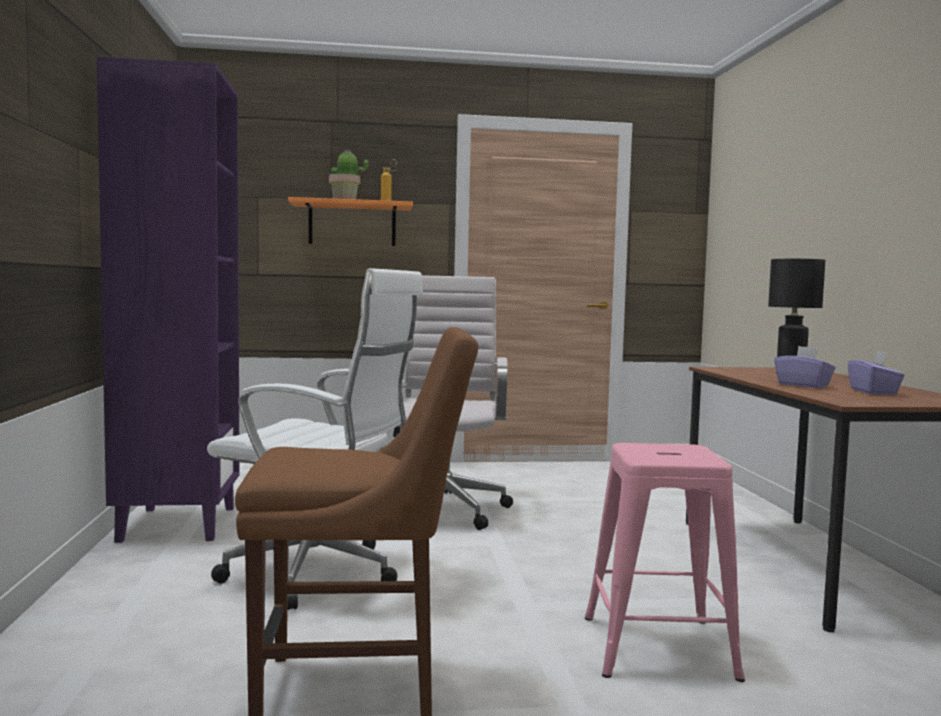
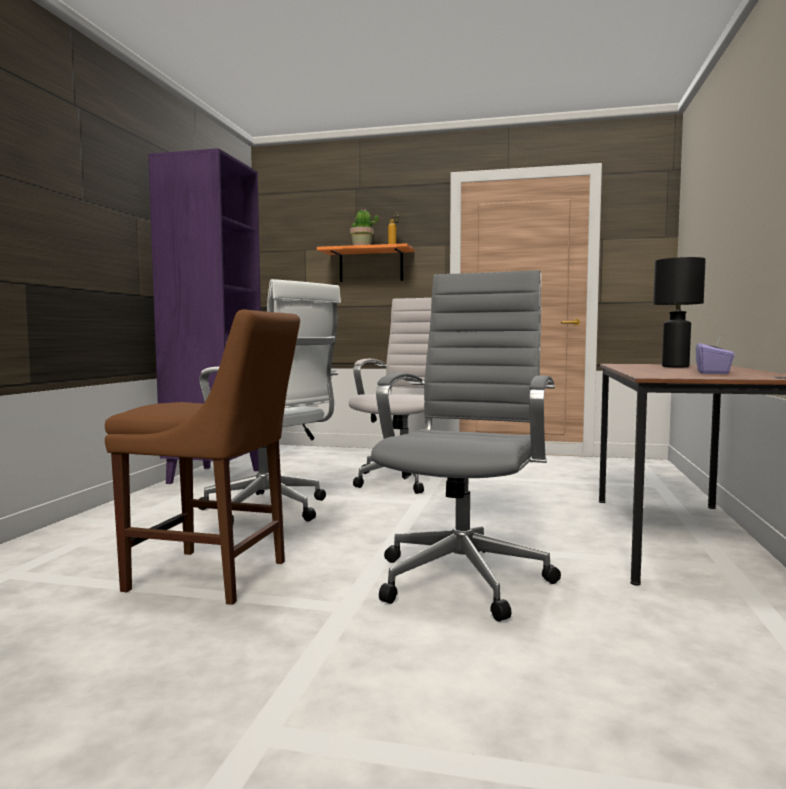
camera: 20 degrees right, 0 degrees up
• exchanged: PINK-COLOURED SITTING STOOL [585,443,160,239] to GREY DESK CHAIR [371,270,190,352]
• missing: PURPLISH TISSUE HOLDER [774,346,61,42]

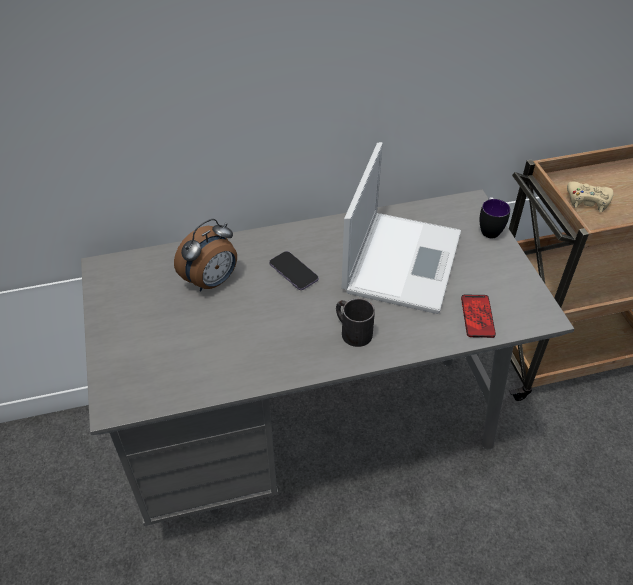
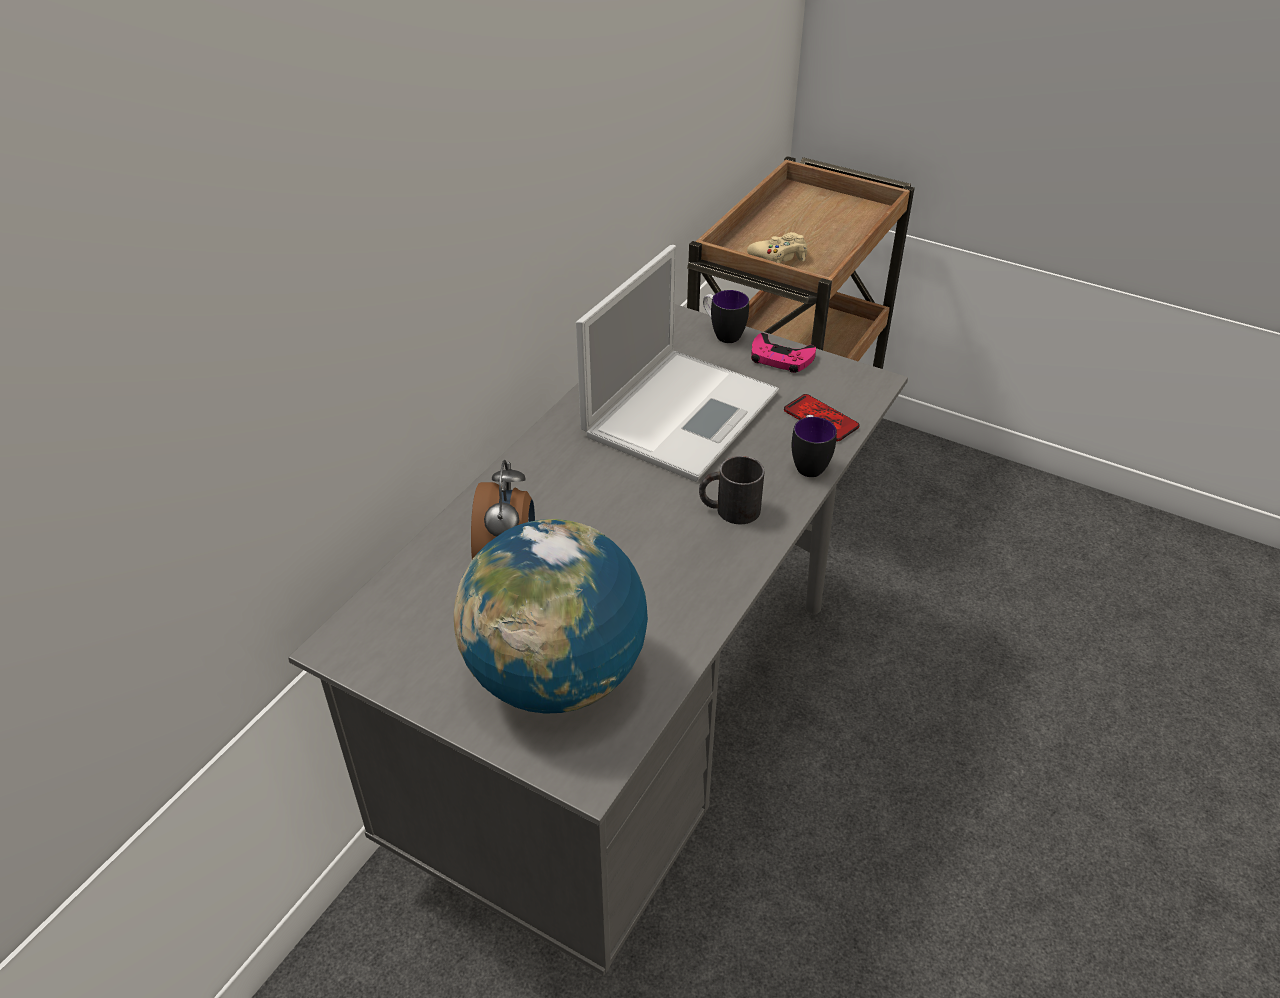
camera: 45 degrees left, 5 degrees down
• appeared: DESK GLOBE [454,519,194,195]
• spun: NOTEBOOK COMPUTER [342,142,119,172] = [576,245,203,237] 60 degrees clockwise
• appeared: PINK-COLOURED GAMEPAD [751,333,65,40]
• appeared: COFFEE MUG [792,415,45,62]
• missing: TELEPHONE [269,251,49,39]

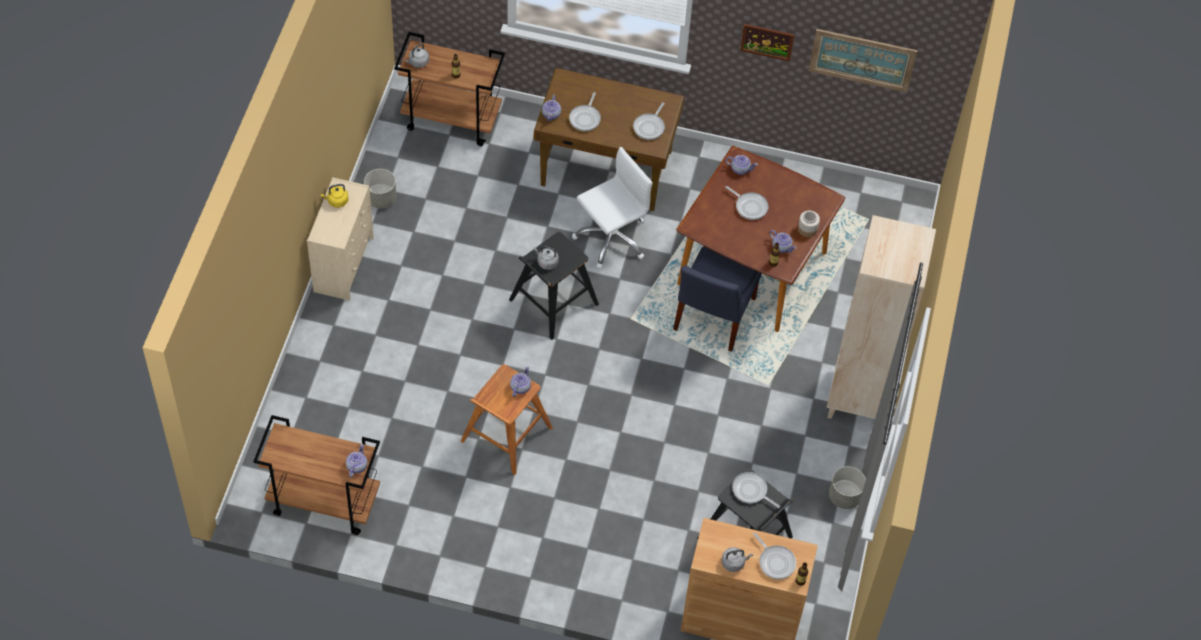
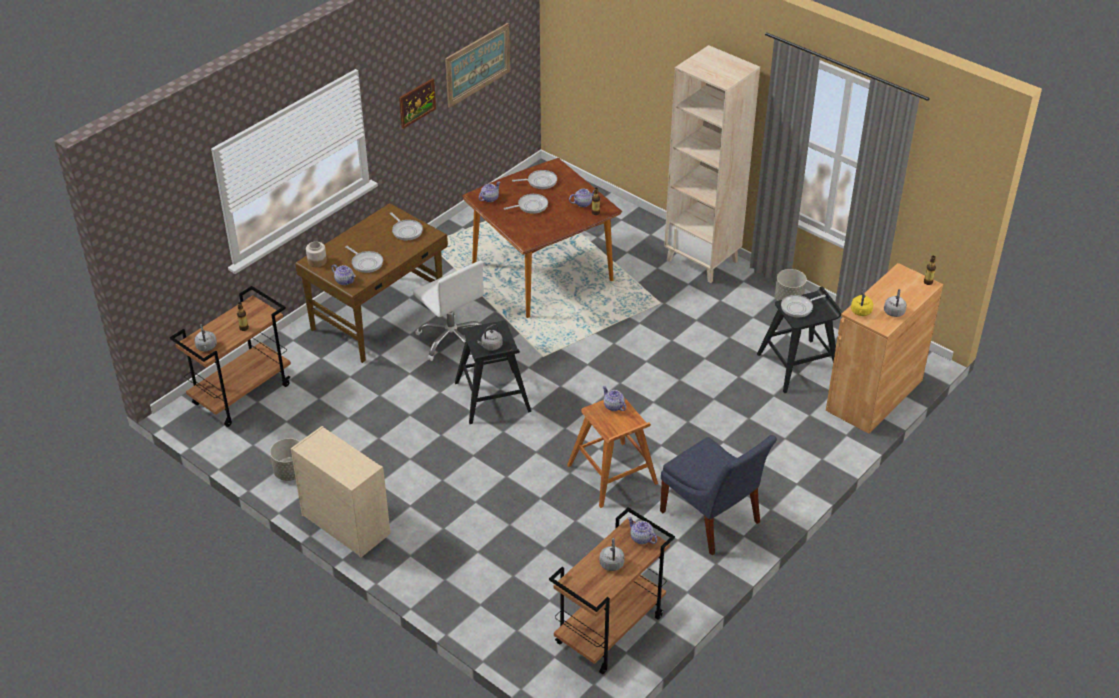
camera: 60 degrees left, 15 degrees down
• relocated: STORAGE JAR [798,210,22,27] to [306,241,21,26]
• spun: WHITE-COLOURED DESK CHAIR [572,147,81,122] = [413,261,71,100] 150 degrees clockwise
• relocated: FRYING PAN [753,533,43,46] to [512,170,45,19]
• appeared: GREY KETTLE [599,538,25,33]
• relocated: BLUISH CHAIR [673,246,89,106] to [660,435,117,120]
• relocated: YELLOW KETTLE [321,184,28,24] to [851,288,22,28]

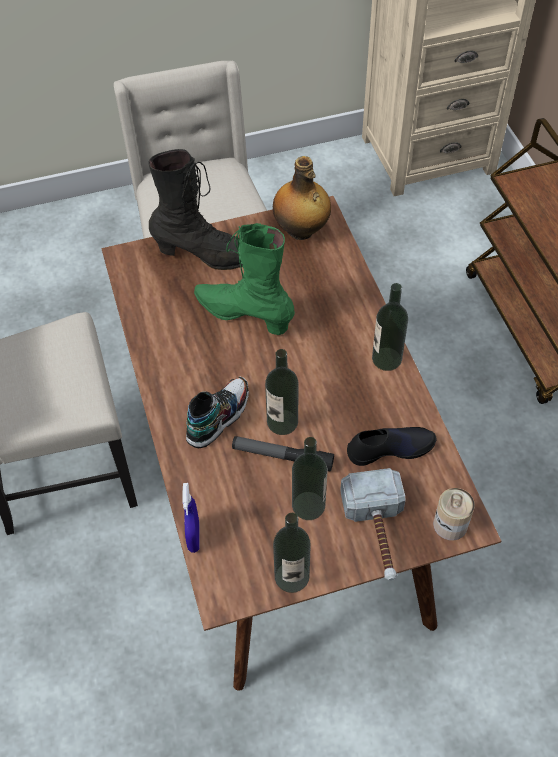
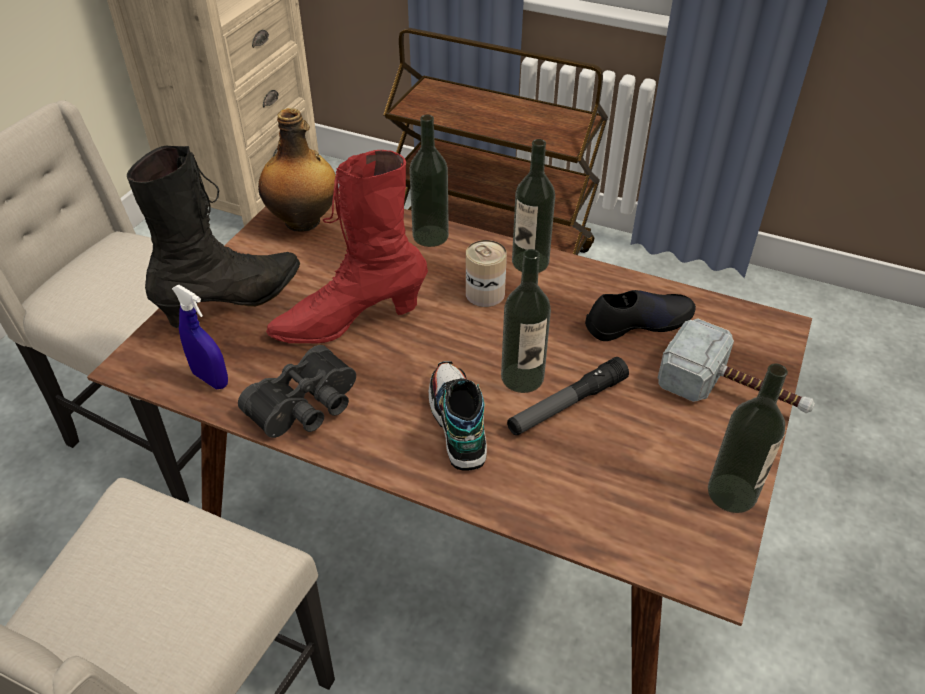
camera: 50 degrees left, 10 degrees down
• relocated: BLUISH SPRAY BOTTLE [182,483,18,70] to [172,285,56,104]
• appeared: BLACKISH PAIR OF BINOCULARS [238,345,118,93]
• colour: GREENISH BOOT [194,223,101,112] to REDDISH BOOT [266,150,162,194]
• relocated: DRINK BOTTLE [292,437,35,83] to [409,115,40,132]
• relocated: SEALED CAN [433,488,42,53] to [466,240,41,67]
• spun: BLACKISH SHOE [347,427,89,39] = [585,290,111,51] 45 degrees clockwise

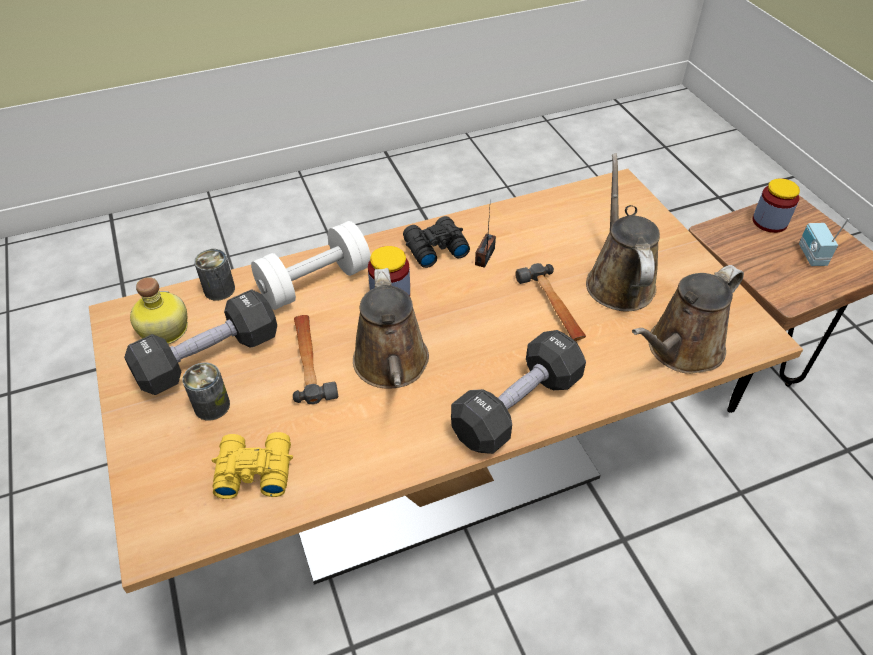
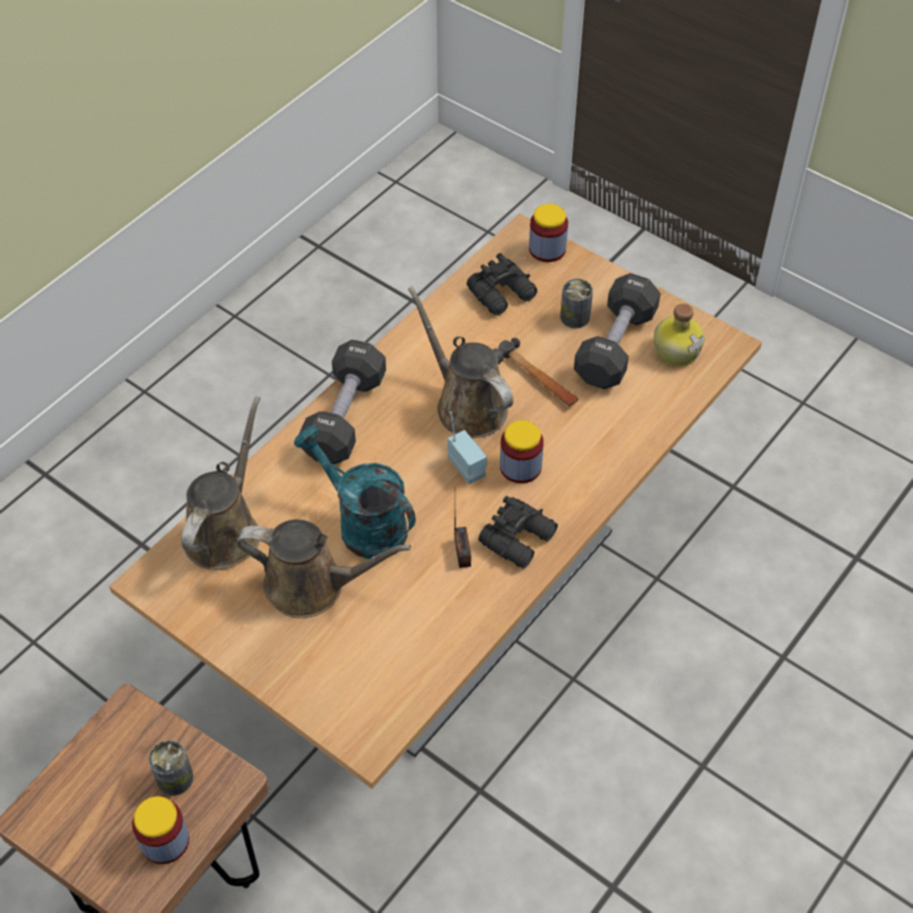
camera: 150 degrees right, 5 degrees up
• relocated: SEALED CAN [194,249,41,52] to [149,740,44,56]
• spun: BROWNISH SPRINKLING CAN [586,153,74,158] = [237,519,174,99] 45 degrees counterclockwise
• exchanged: HAMMER [515,263,71,78] to TURQUOISE-COLOURED SPRINKLING CAN [294,425,122,134]
• relocated: RADIO SET [799,218,50,48] to [448,411,39,73]
• colour: YELLOW PAIR OF BINOCULARS [212,432,81,67] to BLACKISH PAIR OF BINOCULARS [467,253,70,63]
• appeared: STORAGE JAR [529,204,39,58]
• missing: WHITE-COLOURED DUMBBELL [251,221,120,89]

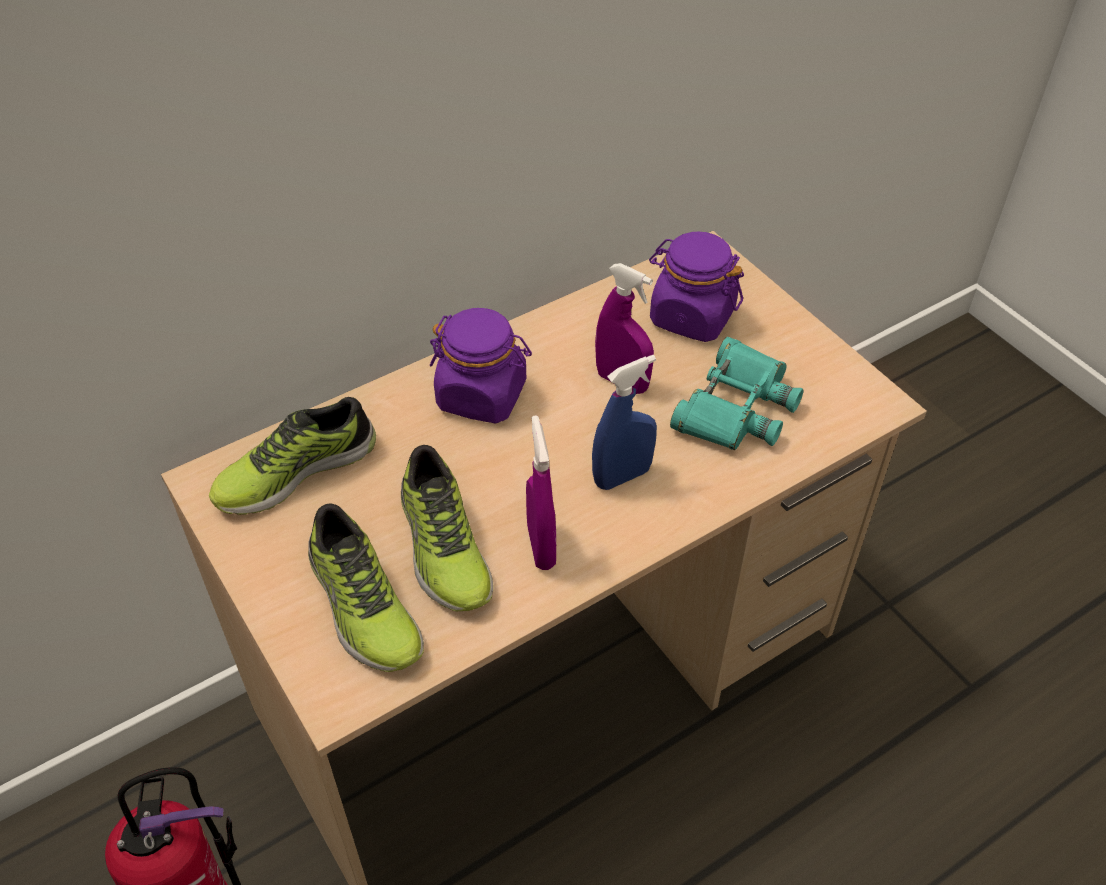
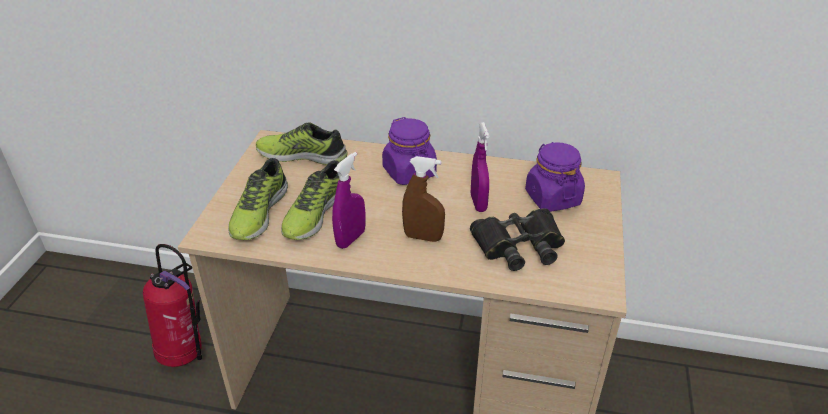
camera: 45 degrees right, 10 degrees down
• colour: BLUISH SPRAY BOTTLE [592,355,65,135] to BROWNISH SPRAY BOTTLE [402,156,43,86]
• colour: TURQUOISE-COLOURED PAIR OF BINOCULARS [670,337,133,113] to BLACKISH PAIR OF BINOCULARS [470,208,95,63]

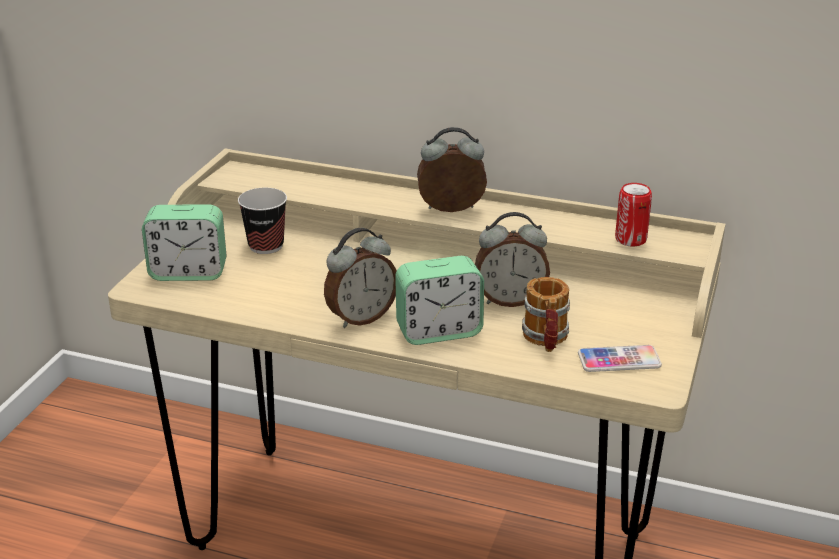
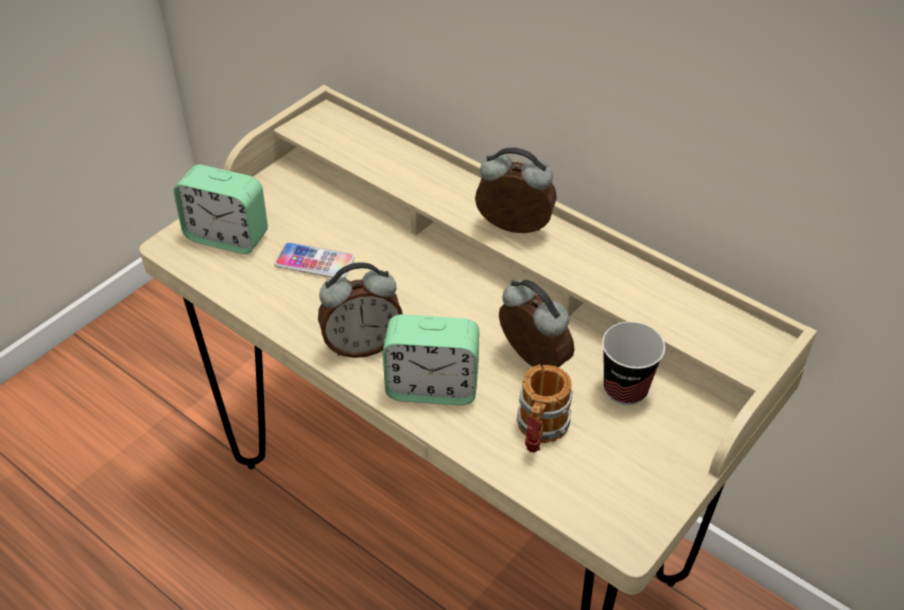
camera: 20 degrees right, 15 degrees up
• relocated: TELEPHONE [578,345,84,27] to [274,242,81,36]
• spun: BEDSIDE CLOCK [475,212,75,95] = [499,280,76,88] 150 degrees counterclockwise
• relocated: DRINKING CUP [238,188,49,66] to [602,322,63,83]
• missing: SEALED CAN [615,183,37,64]

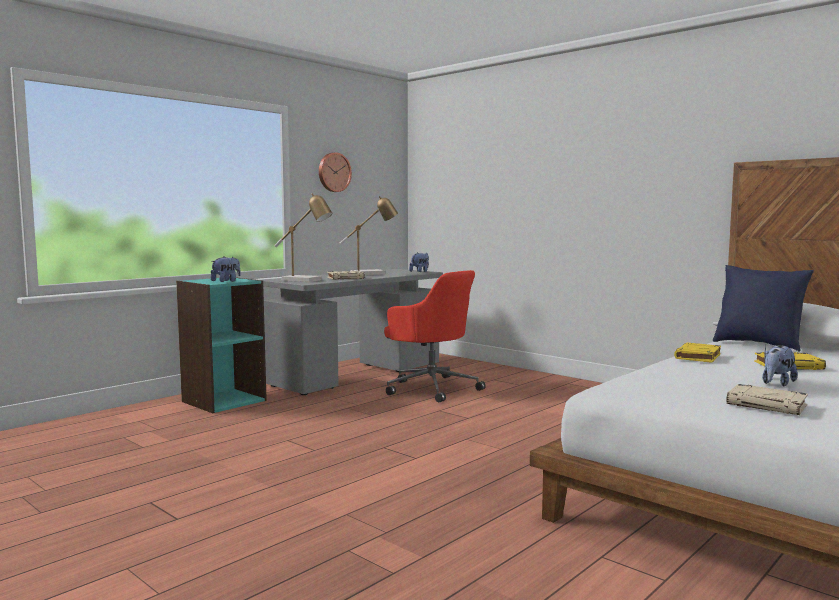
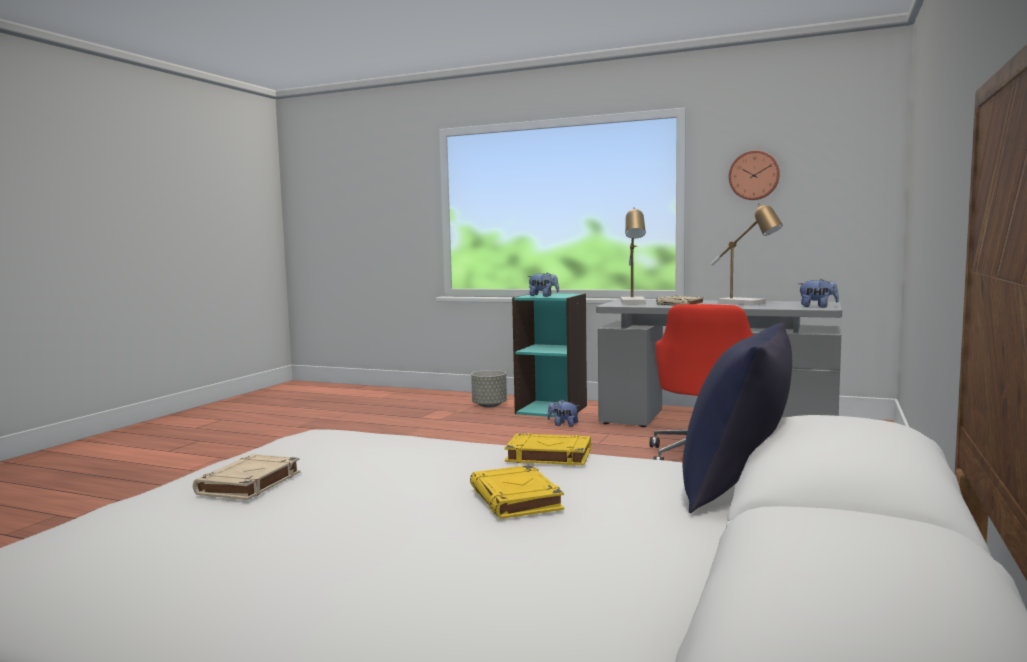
camera: 70 degrees right, 0 degrees up
• appeared: GREY FLOWER POT [471,370,36,38]
• relocated: CUDDLY TOY [762,345,36,42] to [547,399,32,28]

